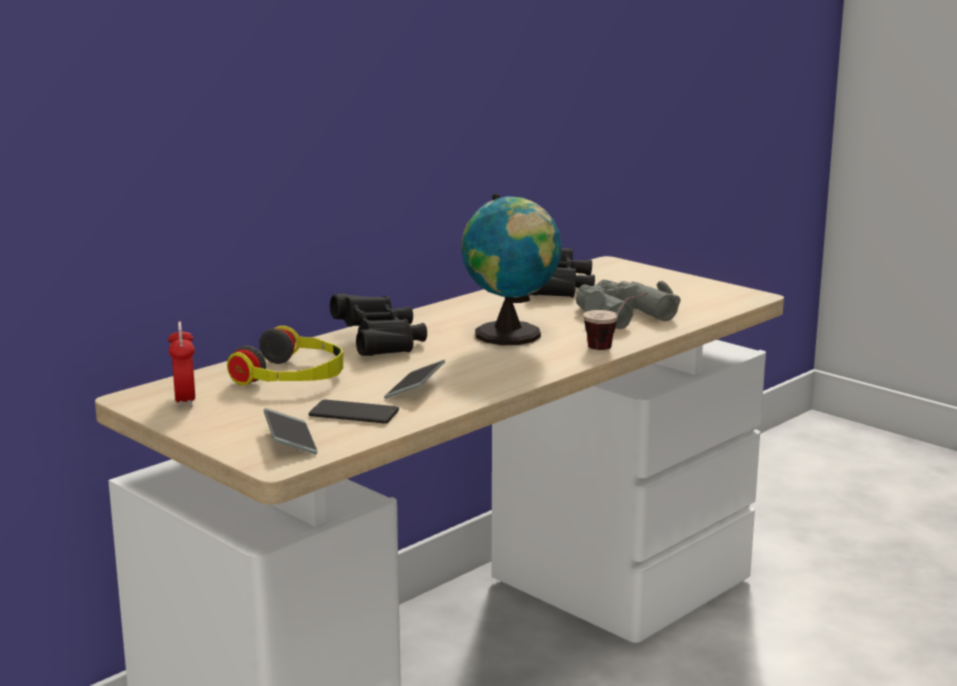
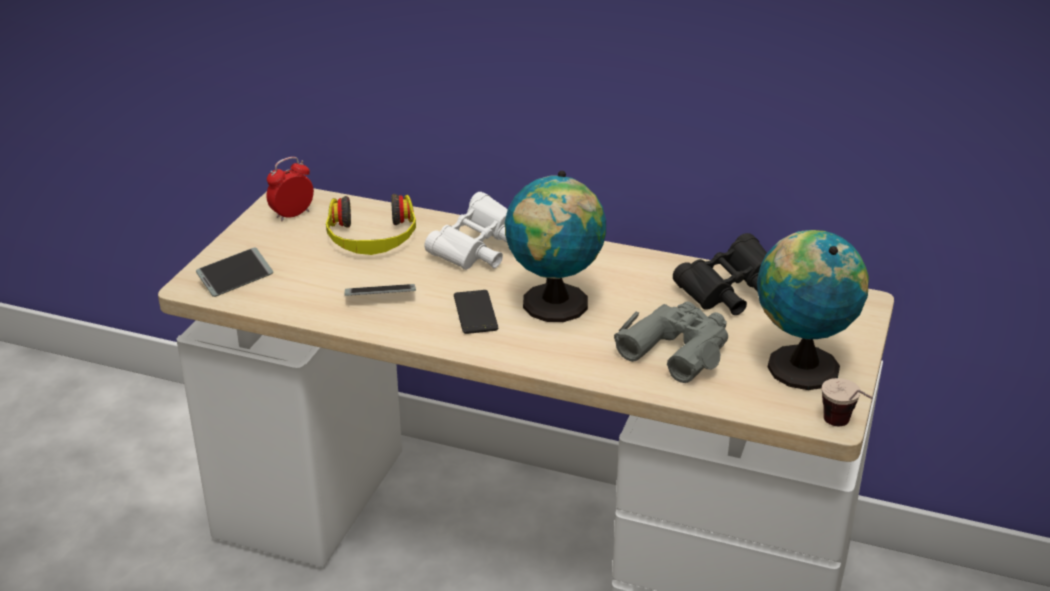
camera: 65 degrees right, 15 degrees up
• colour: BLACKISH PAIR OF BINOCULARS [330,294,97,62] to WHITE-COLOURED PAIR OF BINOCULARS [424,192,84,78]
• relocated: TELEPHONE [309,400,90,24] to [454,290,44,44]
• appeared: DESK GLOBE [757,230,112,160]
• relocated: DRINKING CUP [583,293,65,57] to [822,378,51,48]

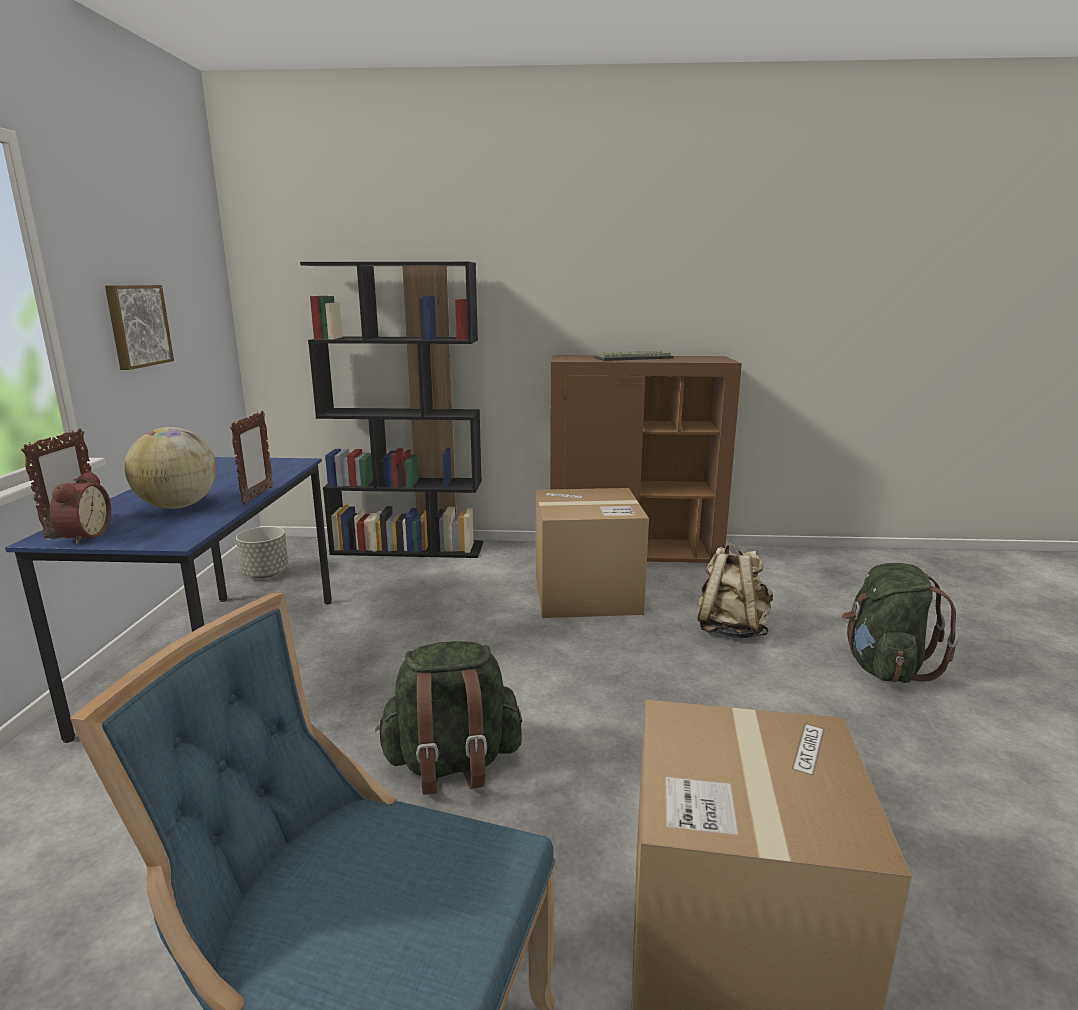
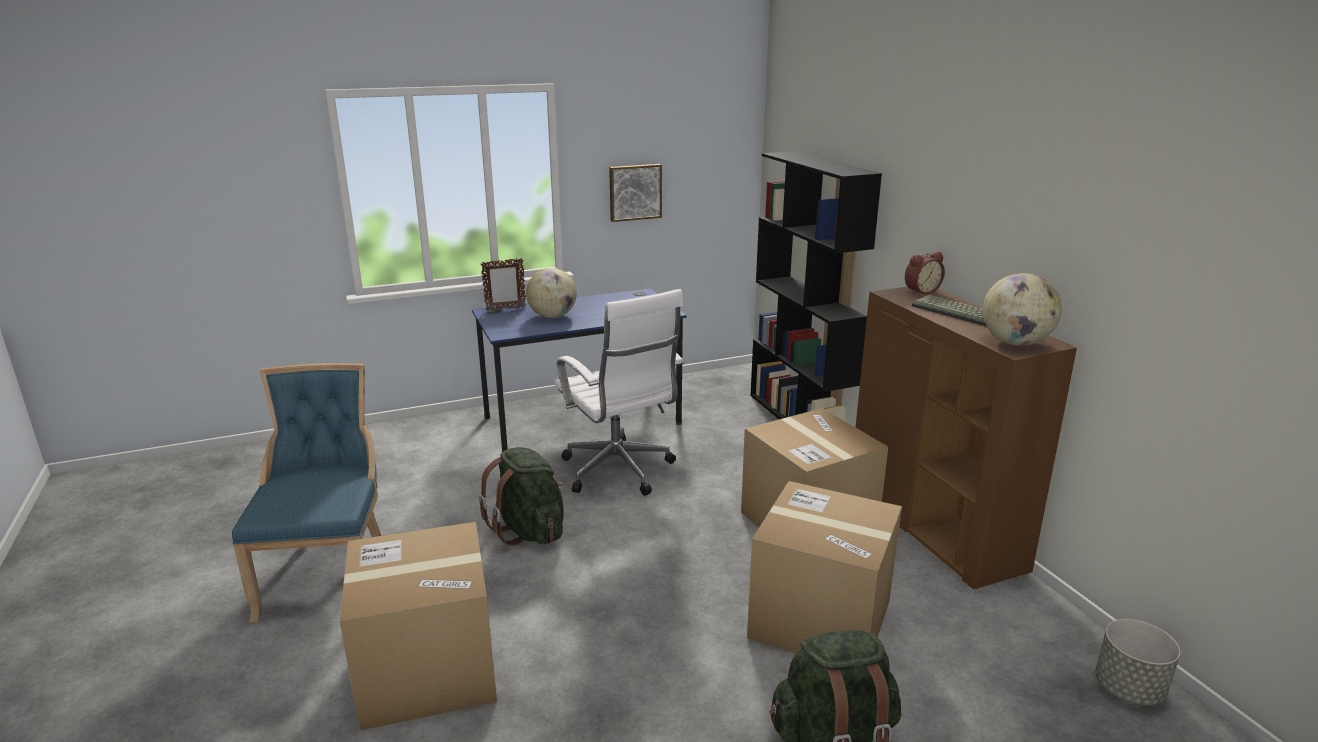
camera: 65 degrees right, 5 degrees up
• appeared: WHITE-COLOURED DESK CHAIR [554,289,130,207]
• exchanged: SAND-COLOURED BACKPACK [698,543,75,95] to CARTON [747,481,155,173]
• relocated: BEDSIDE CLOCK [50,472,61,72] to [905,252,40,43]
• appeared: DESK GLOBE [983,273,79,73]
• relocated: GREY FLOWER POT [236,526,53,52] to [1095,619,85,87]
• missing: PICTURE FRAME [230,411,43,93]

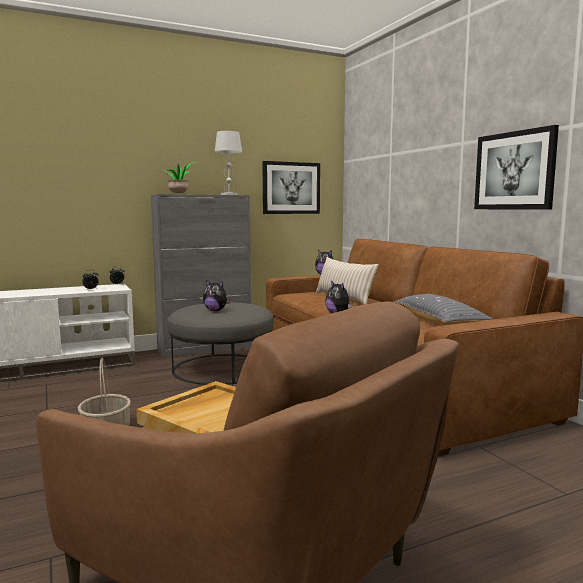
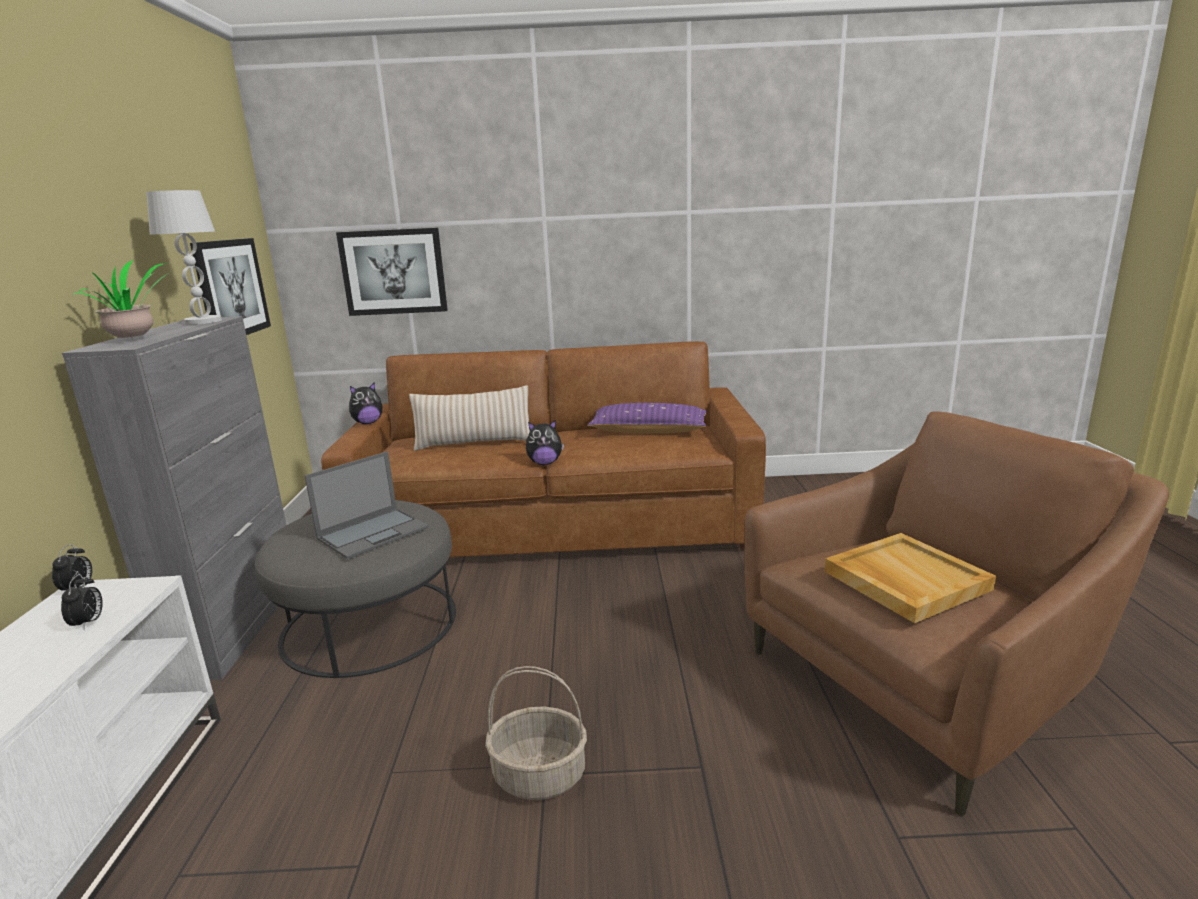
camera: 65 degrees left, 10 degrees up
• exchanged: CUDDLY TOY [203,280,28,31] to NOTEBOOK COMPUTER [304,451,125,108]
• relocated: PICTURE [474,125,85,84] to [336,228,112,88]
• colour: GREY PILLOW [394,294,100,32] to PURPLISH PILLOW [587,403,120,30]

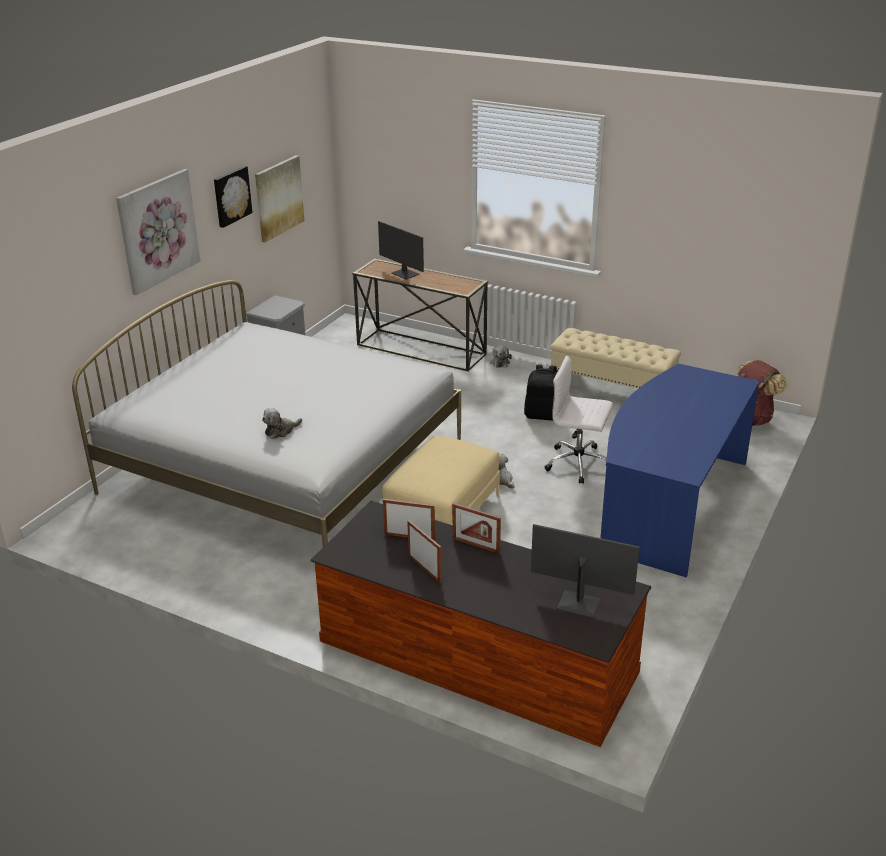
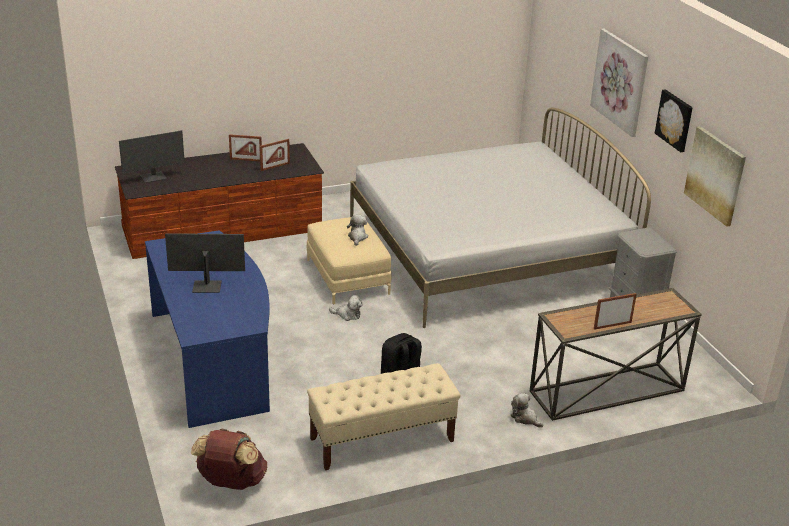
camera: 130 degrees right, 0 degrees up
• relocated: MONITOR [378,221,46,59] to [165,233,80,60]
• relocated: CUDDLY TOY [262,408,40,31] to [347,215,21,31]
• relocated: PICTURE FRAME [452,503,49,51] to [594,293,43,37]
• missing: WHITE-COLOURED DESK CHAIR [545,355,68,129]

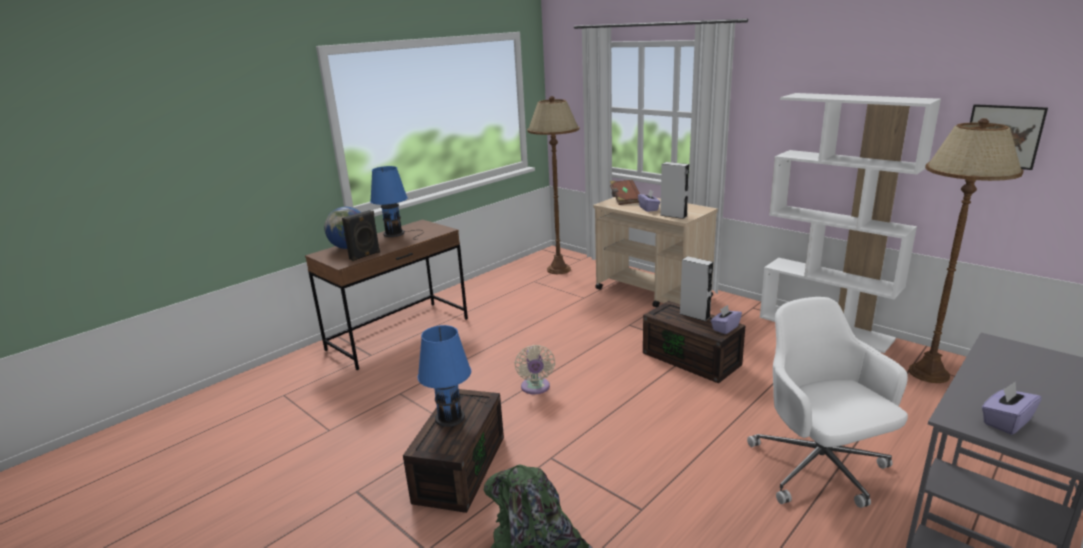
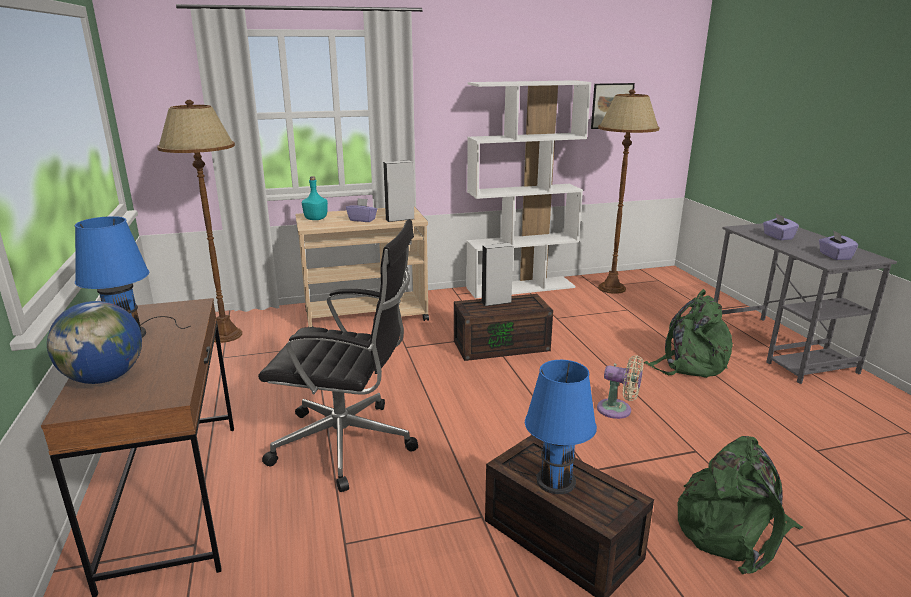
camera: 60 degrees left, 0 degrees up
• appeared: BLACKISH DESK CHAIR [258,219,160,273]
• exchanged: BROWNISH BOUND BOOK [610,180,30,25] to TURQUOISE-COLOURED DRINK BOTTLE [302,176,26,44]
• relocated: SAND-COLOURED ELECTRIC FAN [515,345,40,49] to [597,355,46,64]
• exchanged: WHITE-COLOURED DESK CHAIR [747,297,161,211] to GREENISH BACKPACK [644,289,89,89]
• relocated: PURPLISH TISSUE HOLDER [711,305,31,29] to [763,214,36,26]
• missing: BLACKISH SPEAKER [342,210,38,51]

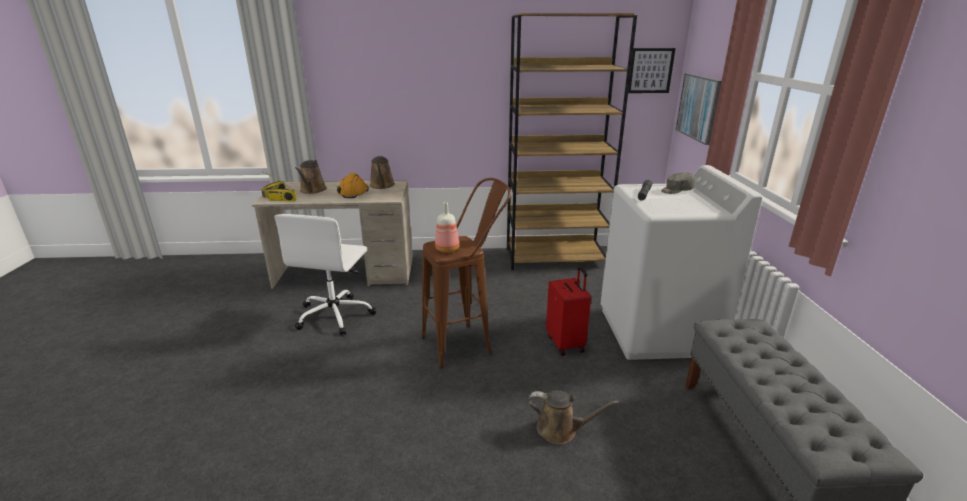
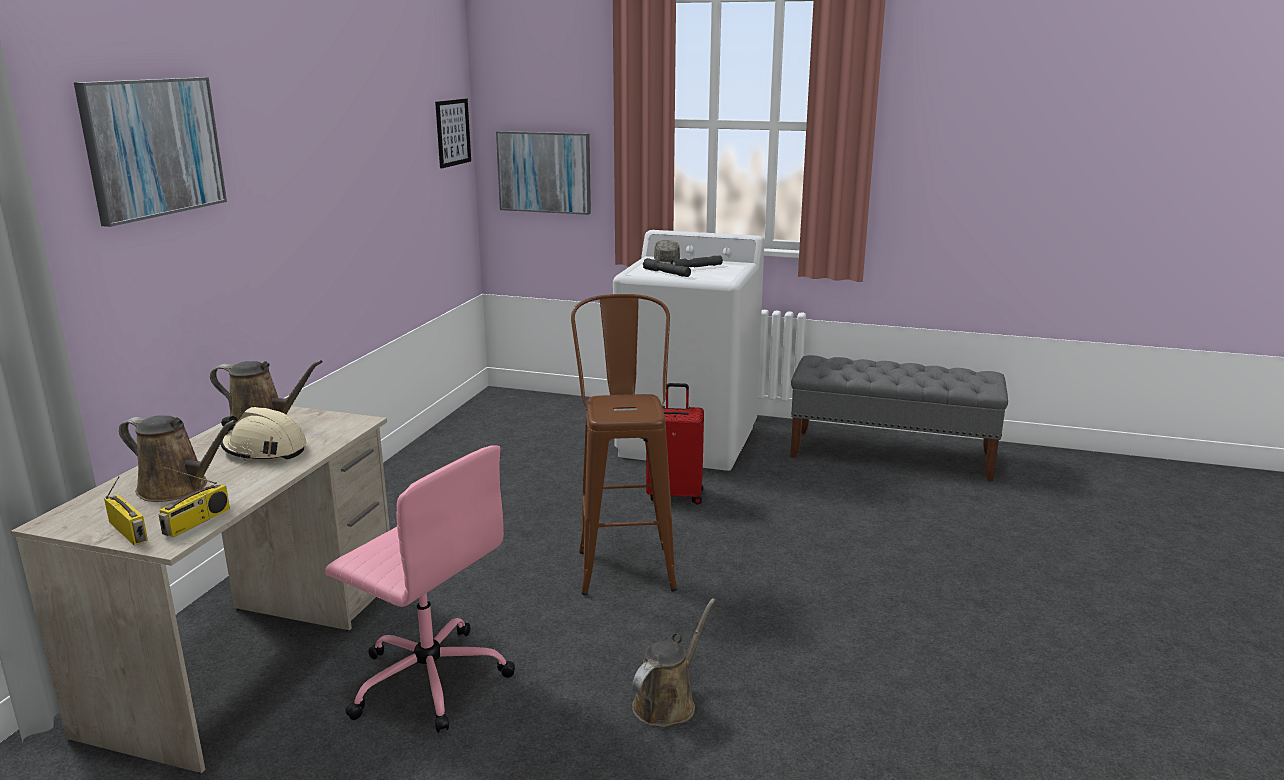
camera: 70 degrees left, 5 degrees down
• appeared: PICTURE [74,77,153,150]
• colour: ORANGE-COLOURED HARD HAT [337,173,32,25] to SAND-COLOURED HARD HAT [221,407,86,54]
• colour: WHITE-COLOURED DESK CHAIR [274,214,102,121] to PINK-COLOURED DESK CHAIR [325,445,190,288]
• relocated: BROWNISH SPRINKLING CAN [528,390,91,54] to [632,598,83,129]
• appeared: GREY FLASHLIGHT [670,255,53,12]
• missing: DRINK BOTTLE [435,202,24,51]
• missing: BROWNISH BOOKCASE [507,13,130,257]

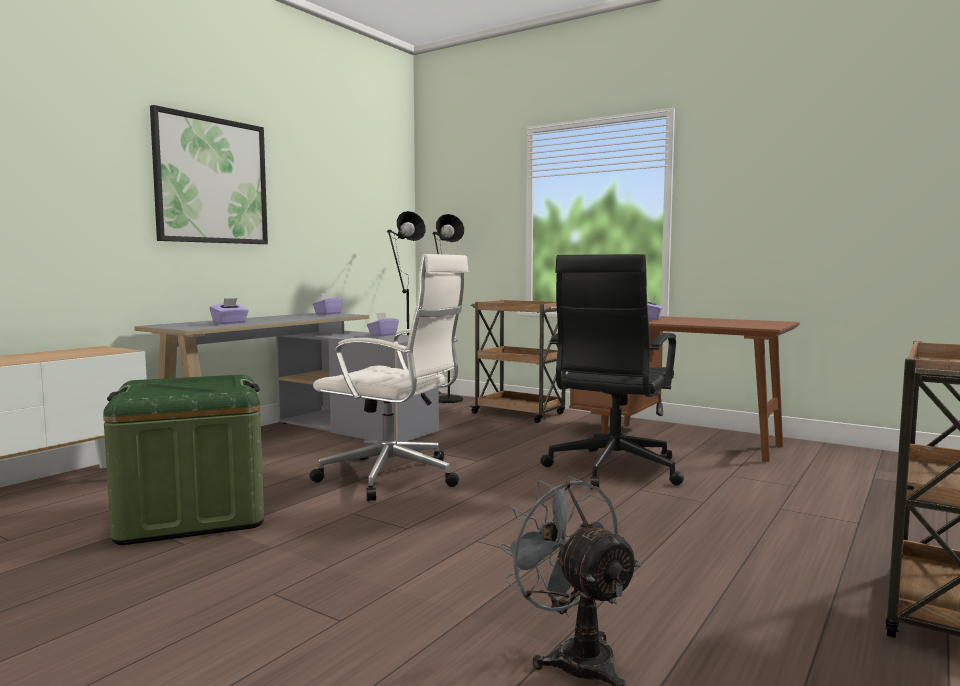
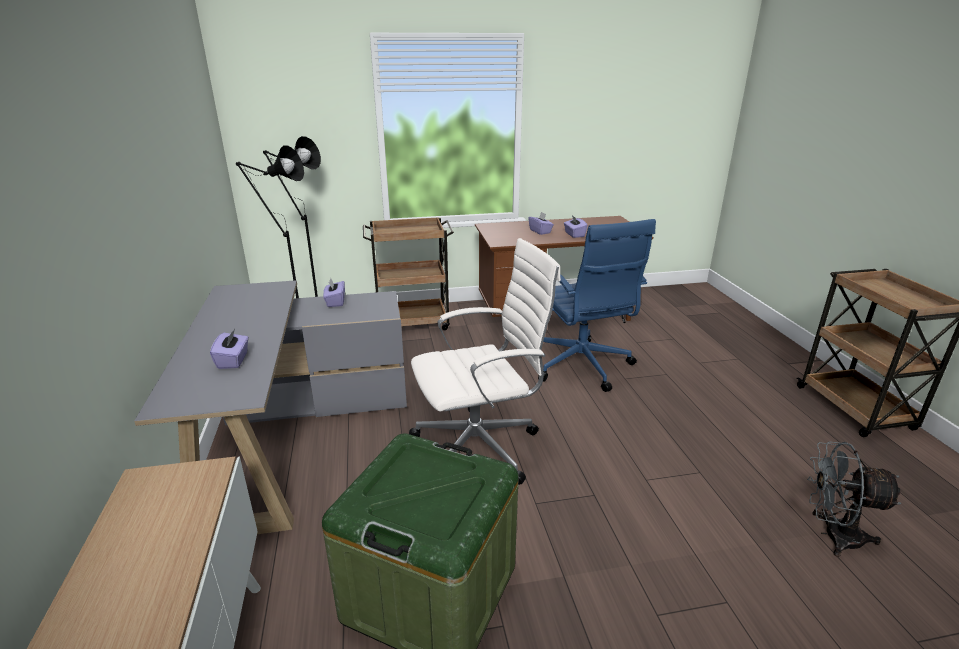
camera: 45 degrees left, 20 degrees up
• colour: BLACKISH DESK CHAIR [540,254,144,235] to BLUISH DESK CHAIR [538,219,118,173]
• relocated: PURPLISH TISSUE HOLDER [313,293,30,22] to [564,215,24,23]
• missing: PICTURE [150,105,118,139]

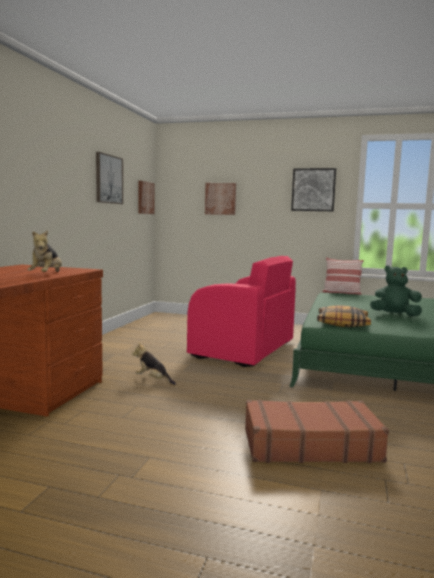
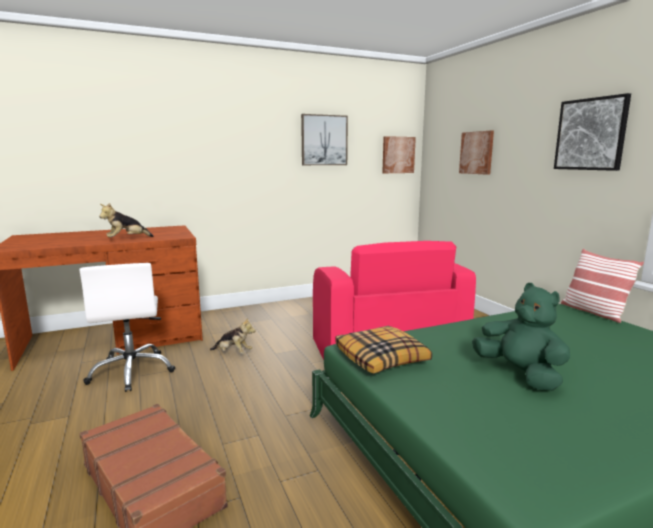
camera: 50 degrees right, 5 degrees up
• appeared: WHITE-COLOURED DESK CHAIR [79,263,96,129]
• spun: CUDDLY TOY [132,342,44,43] = [210,318,46,36] 120 degrees clockwise

